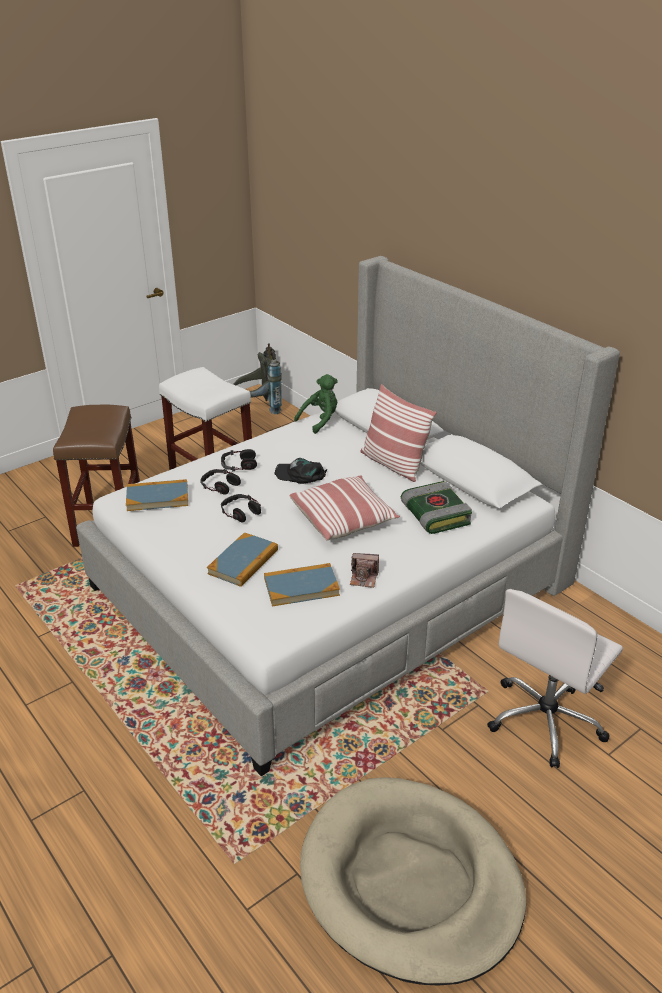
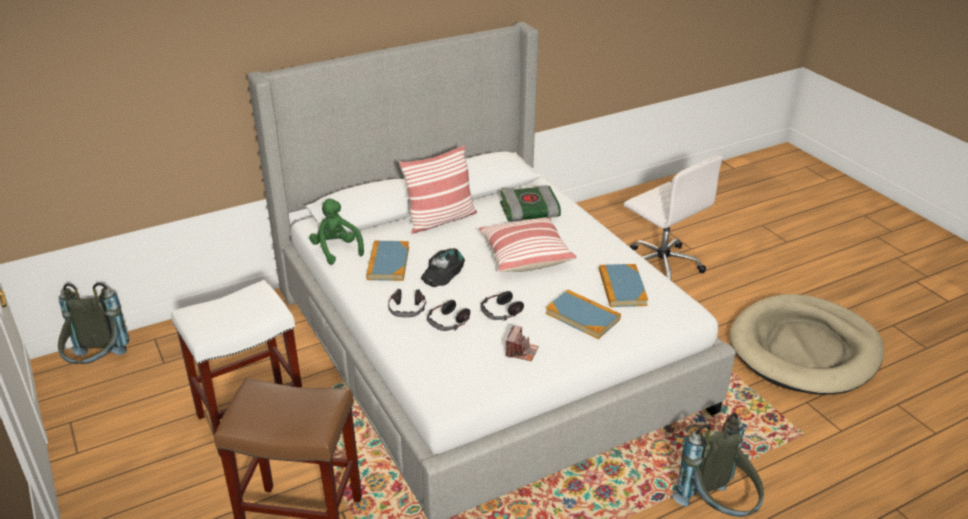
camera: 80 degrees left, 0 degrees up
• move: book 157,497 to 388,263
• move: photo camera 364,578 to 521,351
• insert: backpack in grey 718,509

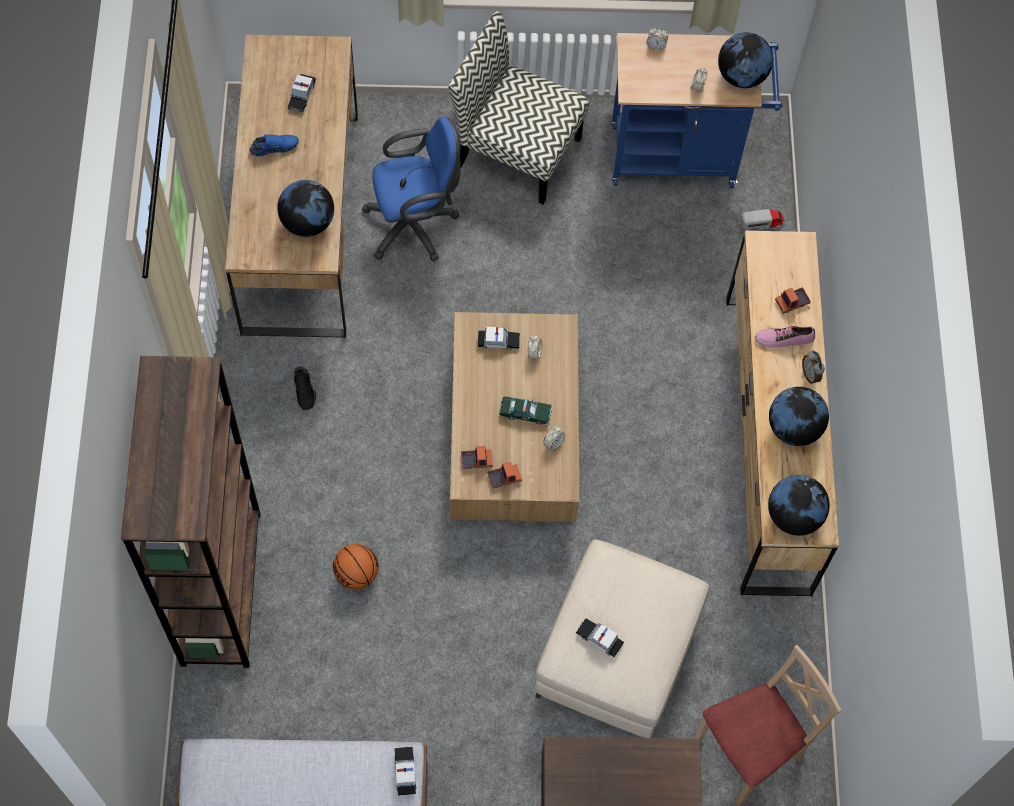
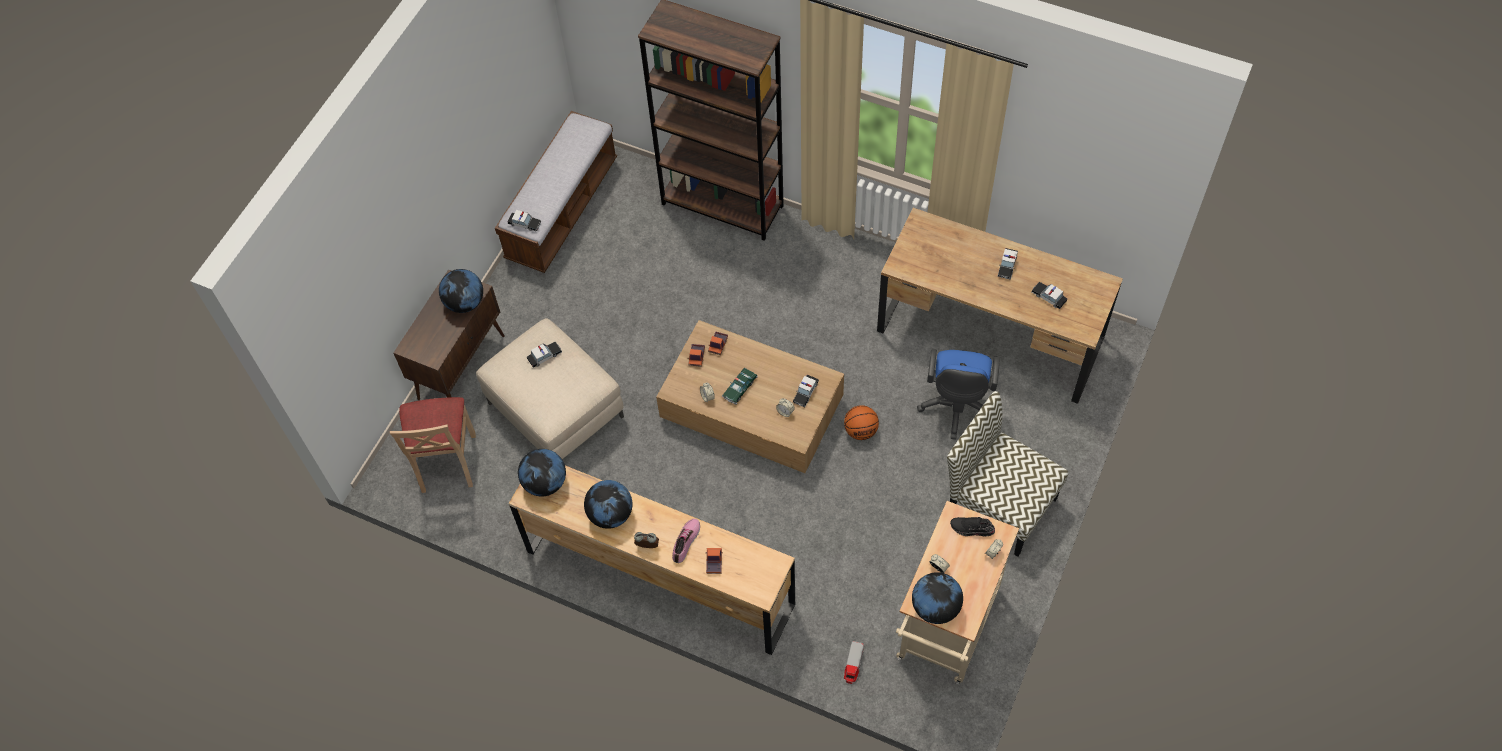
camera: 120 degrees right, 5 degrees down
• replace: shoe in blue 274,147 to toy car 1007,265
• move: globe 308,222 to 465,303
• move: shoe in black 305,390 to 972,529
• move: basketball 356,574 to 860,430
• rotate: chair 516,151 = 998,504 105 degrees counterclockwise
• recolor: cart in blue 681,155 to cart in beige 946,630

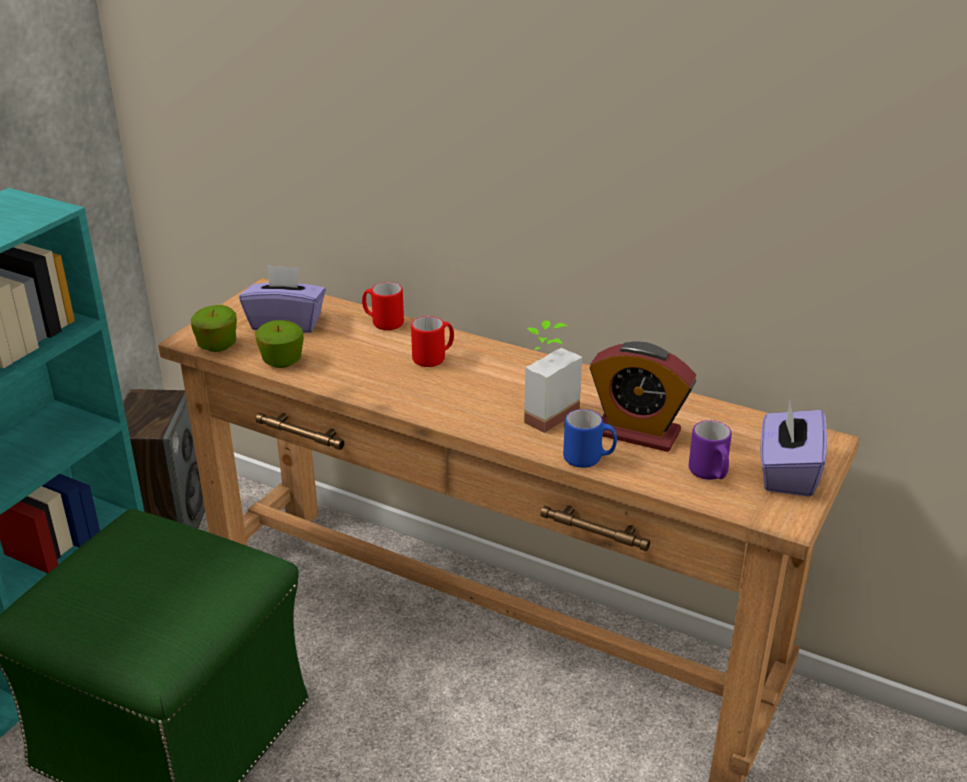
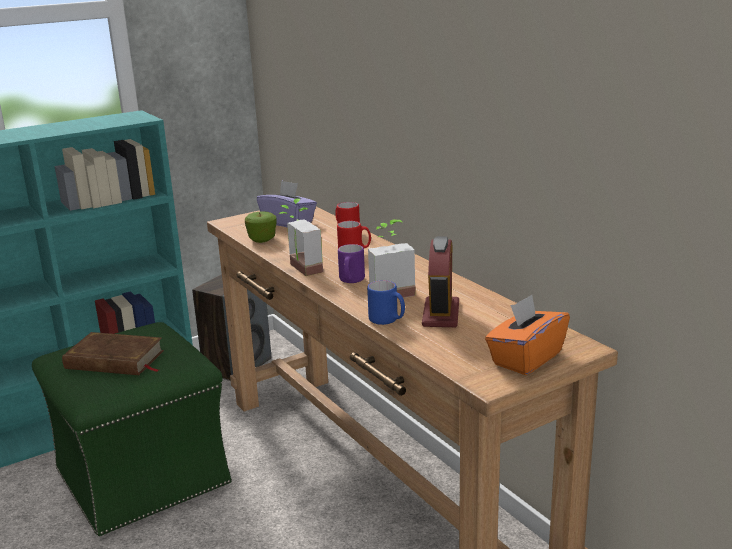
camera: 30 degrees right, 10 degrees down
• delete: apple 217,346
• rotate: alarm clock 637,433 = 441,314 135 degrees counterclockwise
• move: mug in purple 710,475 to 351,281
• recolor: tissue box in purple 787,473 to tissue box in orange 526,358
• insert: book in brown 115,360
• insert: potted plant 299,270

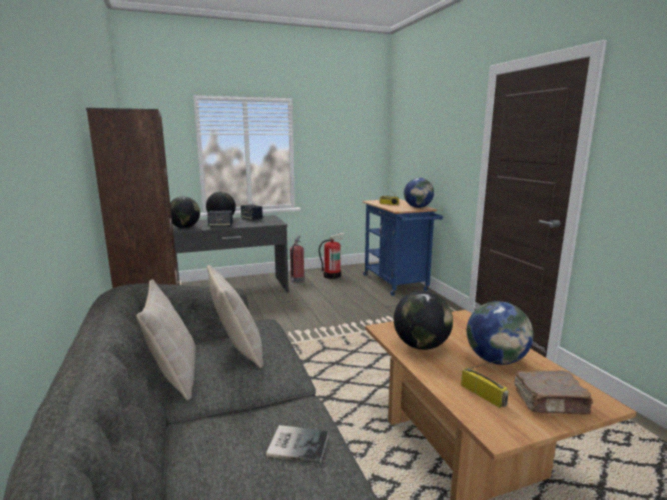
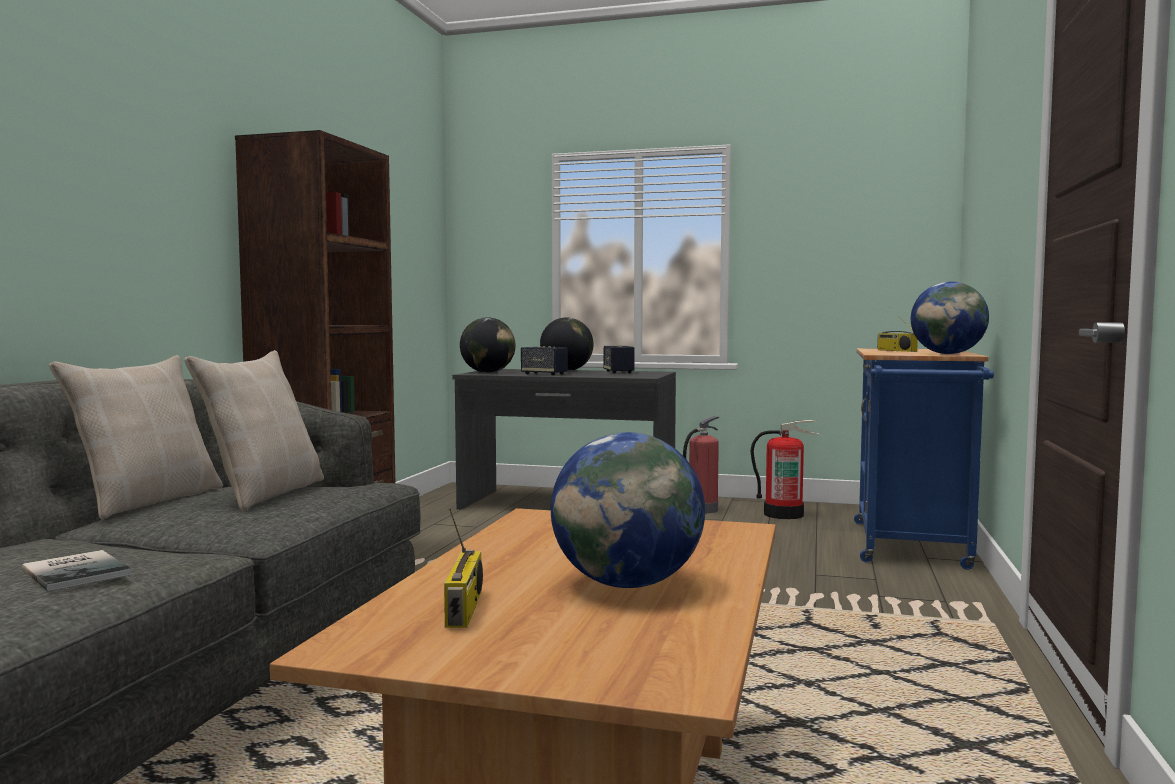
camera: 35 degrees right, 10 degrees down
• delete: globe 421,346
• delete: book in brown 551,403

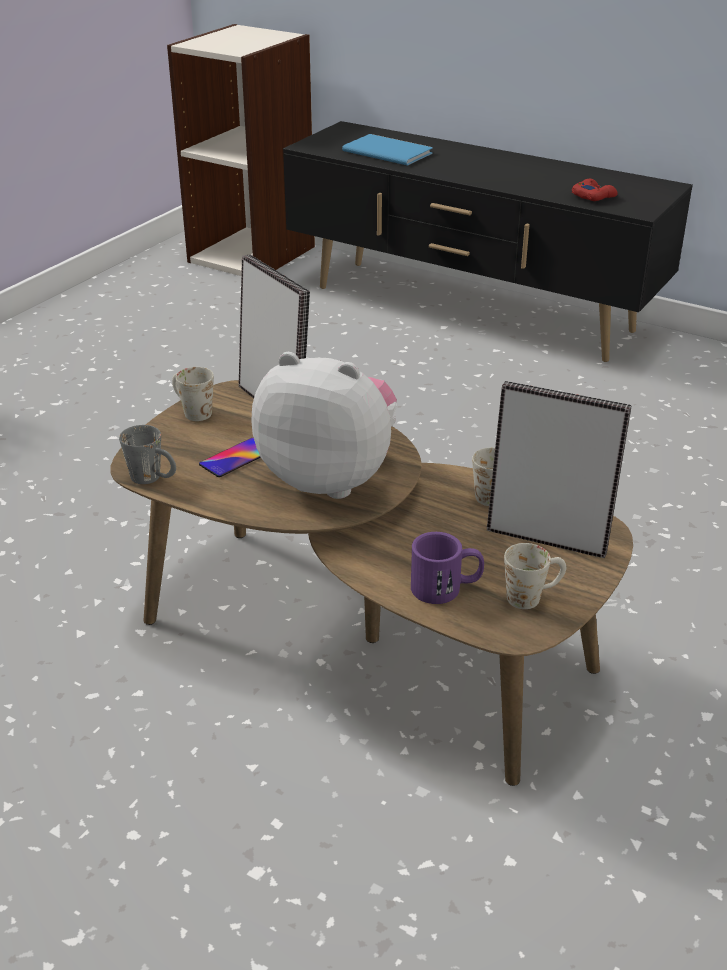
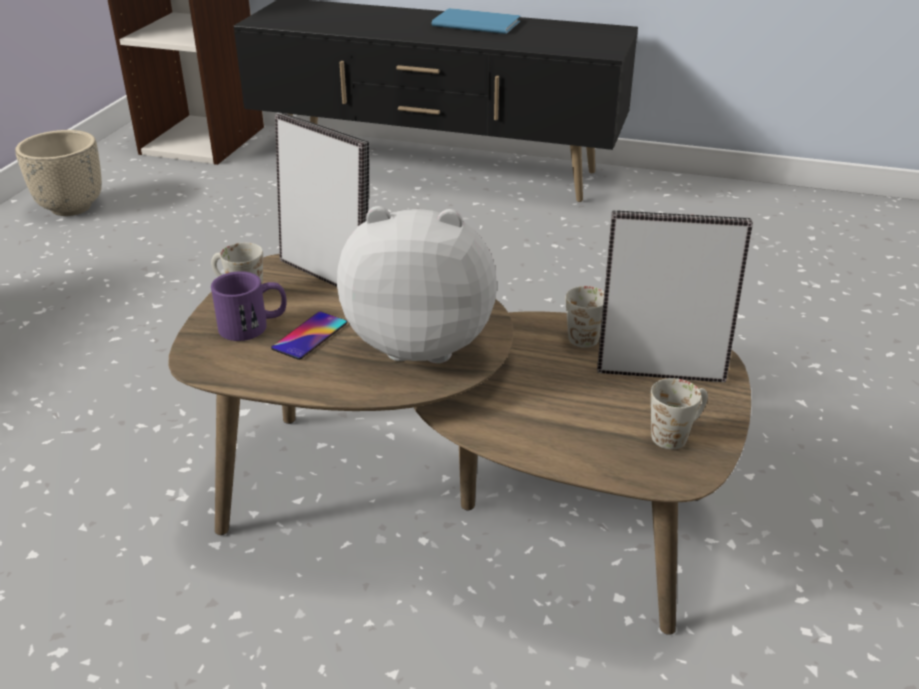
camera: 15 degrees left, 0 degrees up
• delete: mug in grey 153,479
• move: book in blue 387,151 to 475,23
• move: mug in purple 446,588 to 253,326
• delete: game controller in red 593,196
• insert: planter in beige 72,208

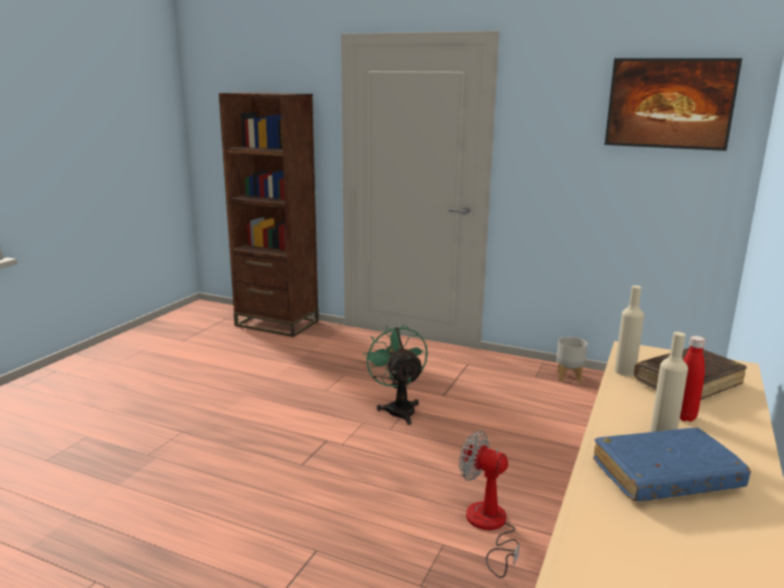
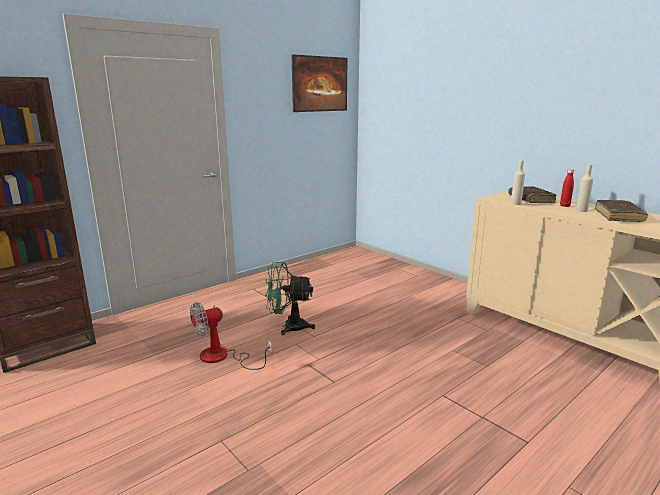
camera: 65 degrees left, 0 degrees up
• move: fan 489,527 to 223,357
• delete: planter in grey 569,377
• recolor: book in blue 665,476 to book in brown 618,216

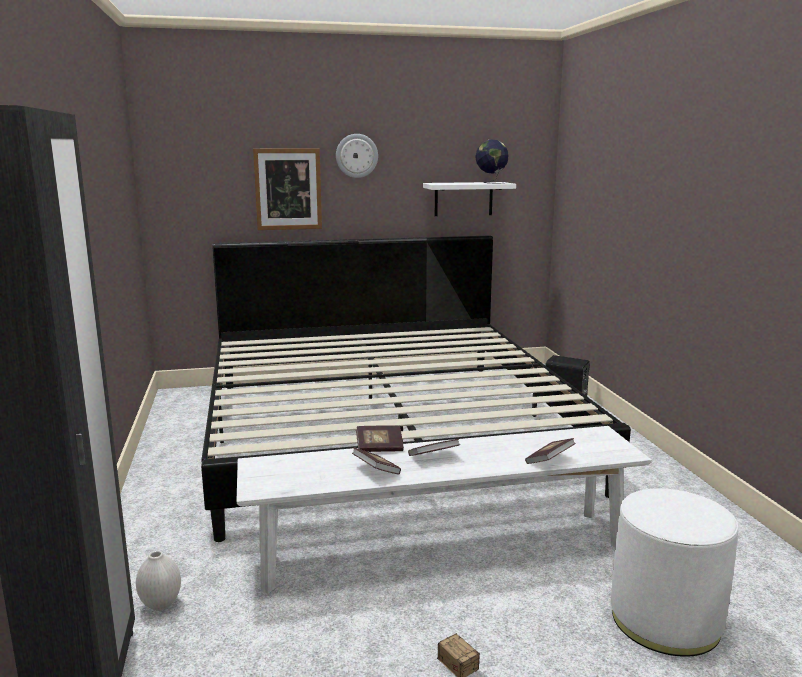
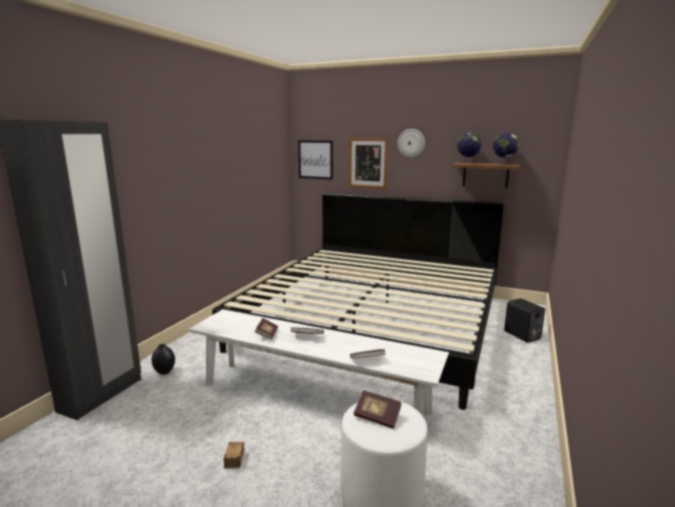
camera: 35 degrees right, 0 degrees up
• recolor: vase in white 160,604 to vase in black 164,371
• move: book 379,448 to 377,417
• recolor: shelf in white 463,199 to shelf in brown 485,175
• insert: picture 315,159
• insert: globe 467,163

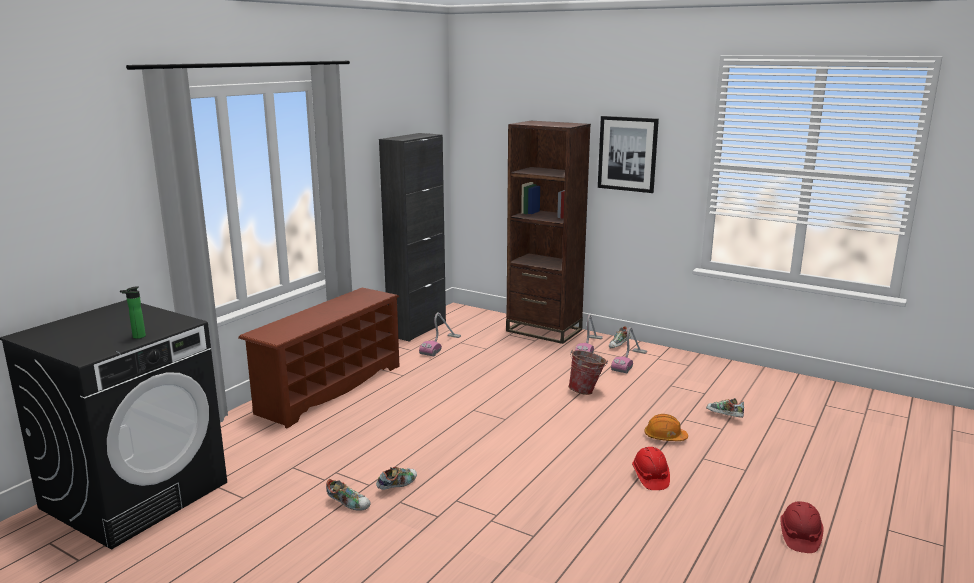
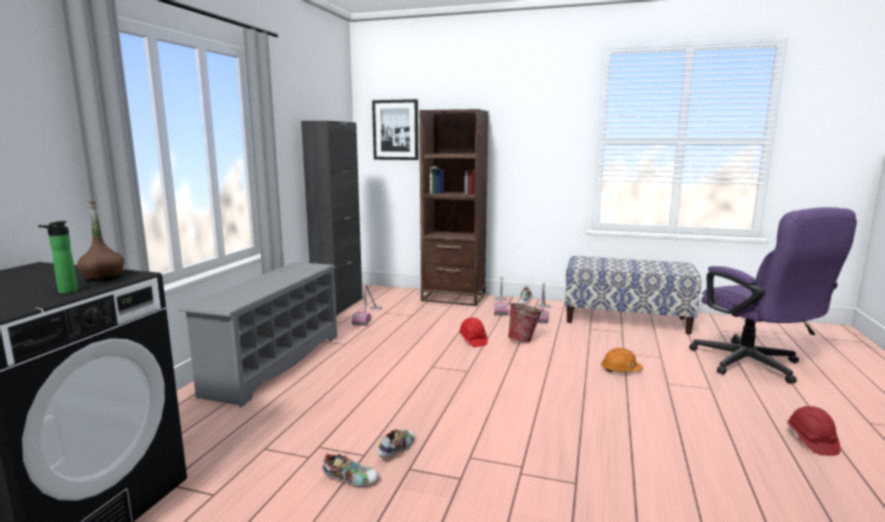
camera: 15 degrees left, 5 degrees down
• recolor: shoe rack in brown 329,388 to shoe rack in grey 274,363
• move: picture 627,154 to 395,130
• move: hard hat in red 650,478 to 472,340
• delete: shoe 724,416
• insert: bottle in brown 103,277
• insert: bench 626,320
• insert: office chair in purple 754,366

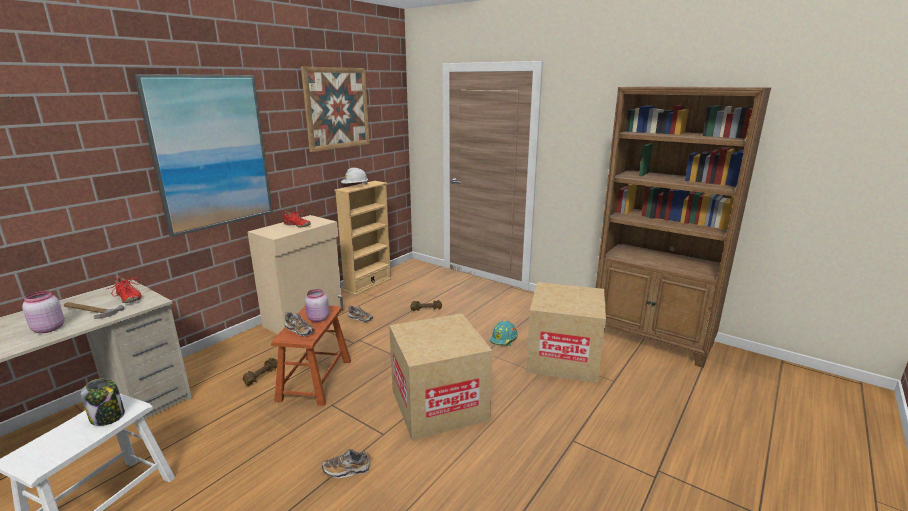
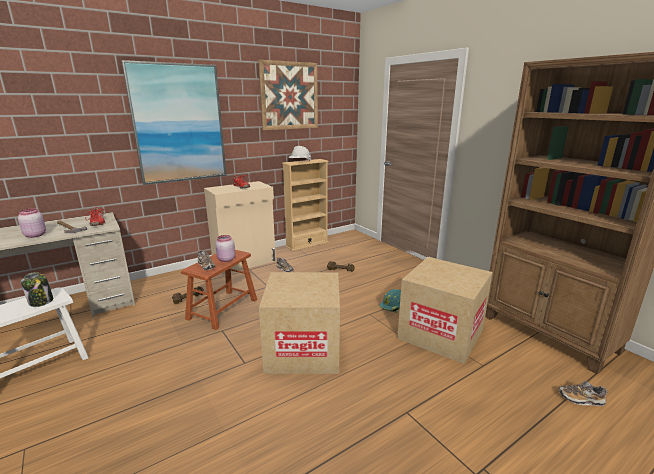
camera: 20 degrees right, 0 degrees up
• move: shoe 346,470 to 581,399

